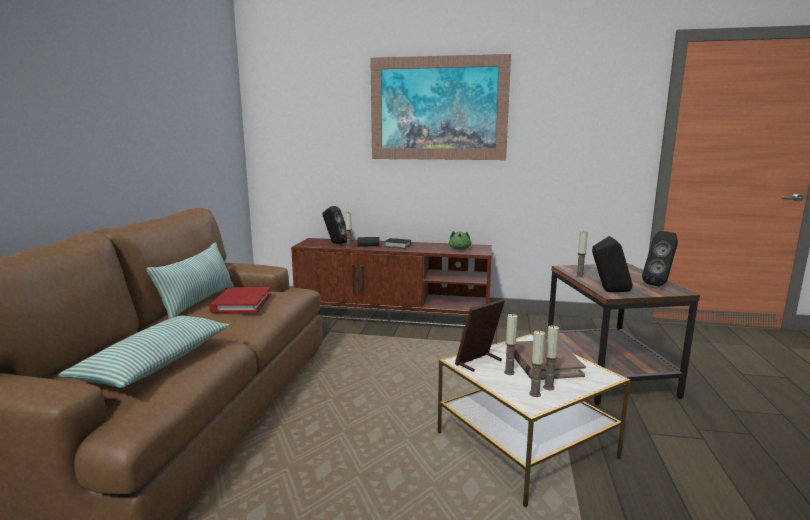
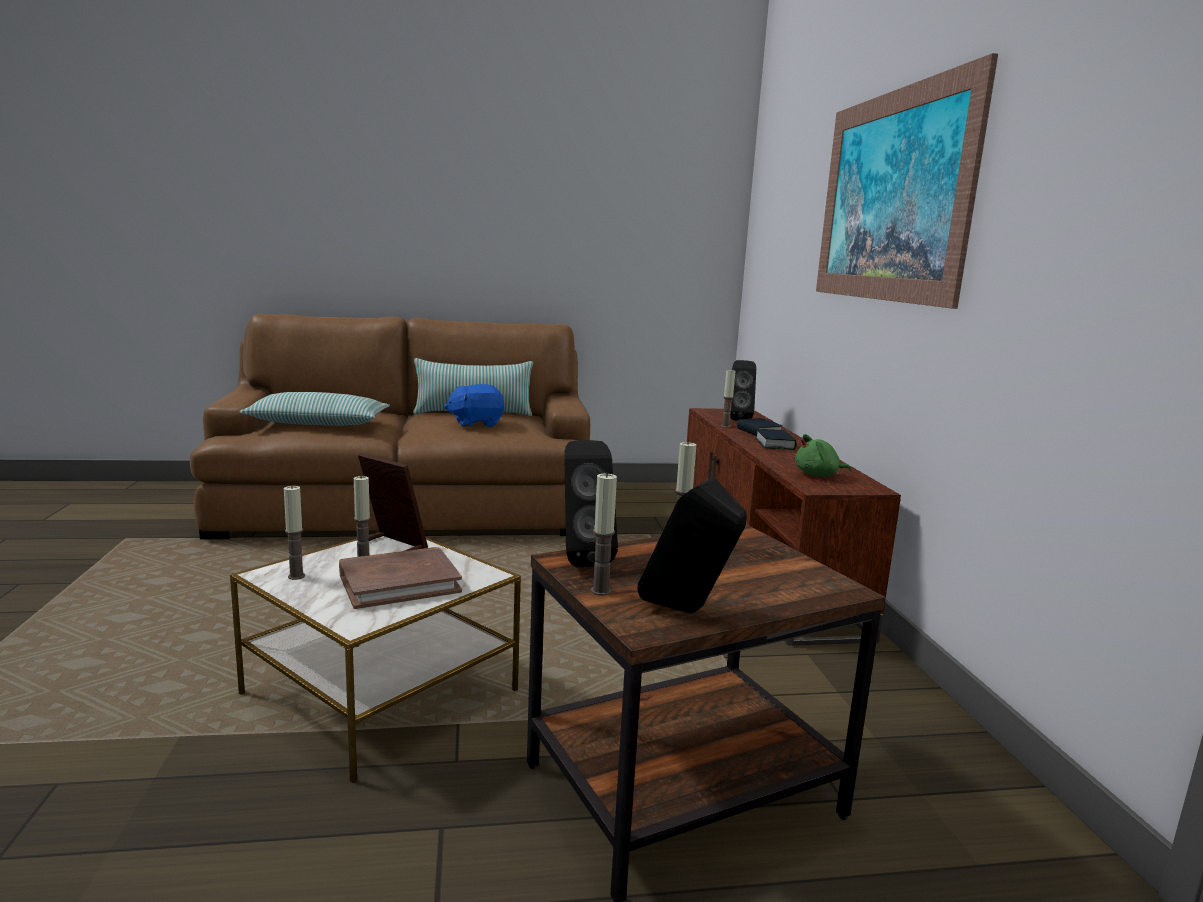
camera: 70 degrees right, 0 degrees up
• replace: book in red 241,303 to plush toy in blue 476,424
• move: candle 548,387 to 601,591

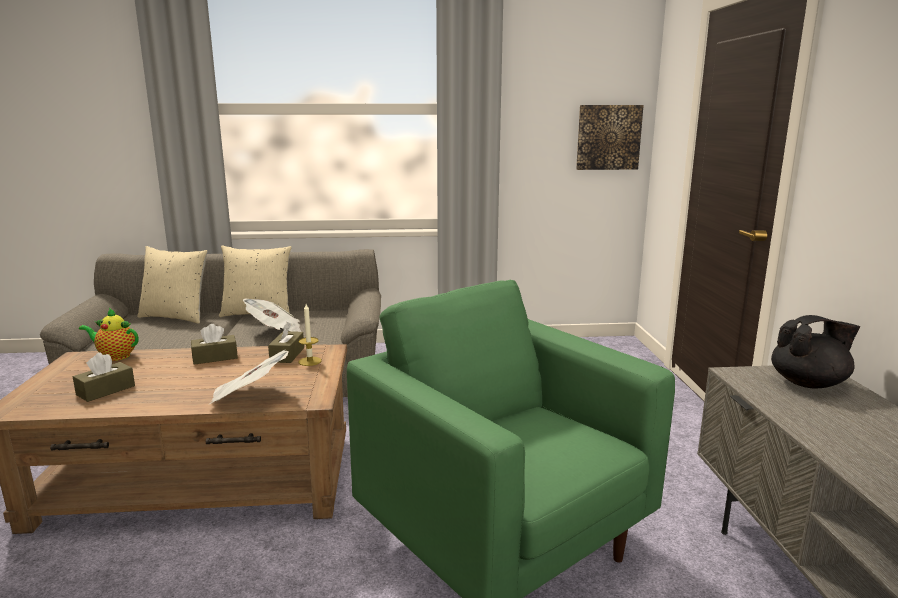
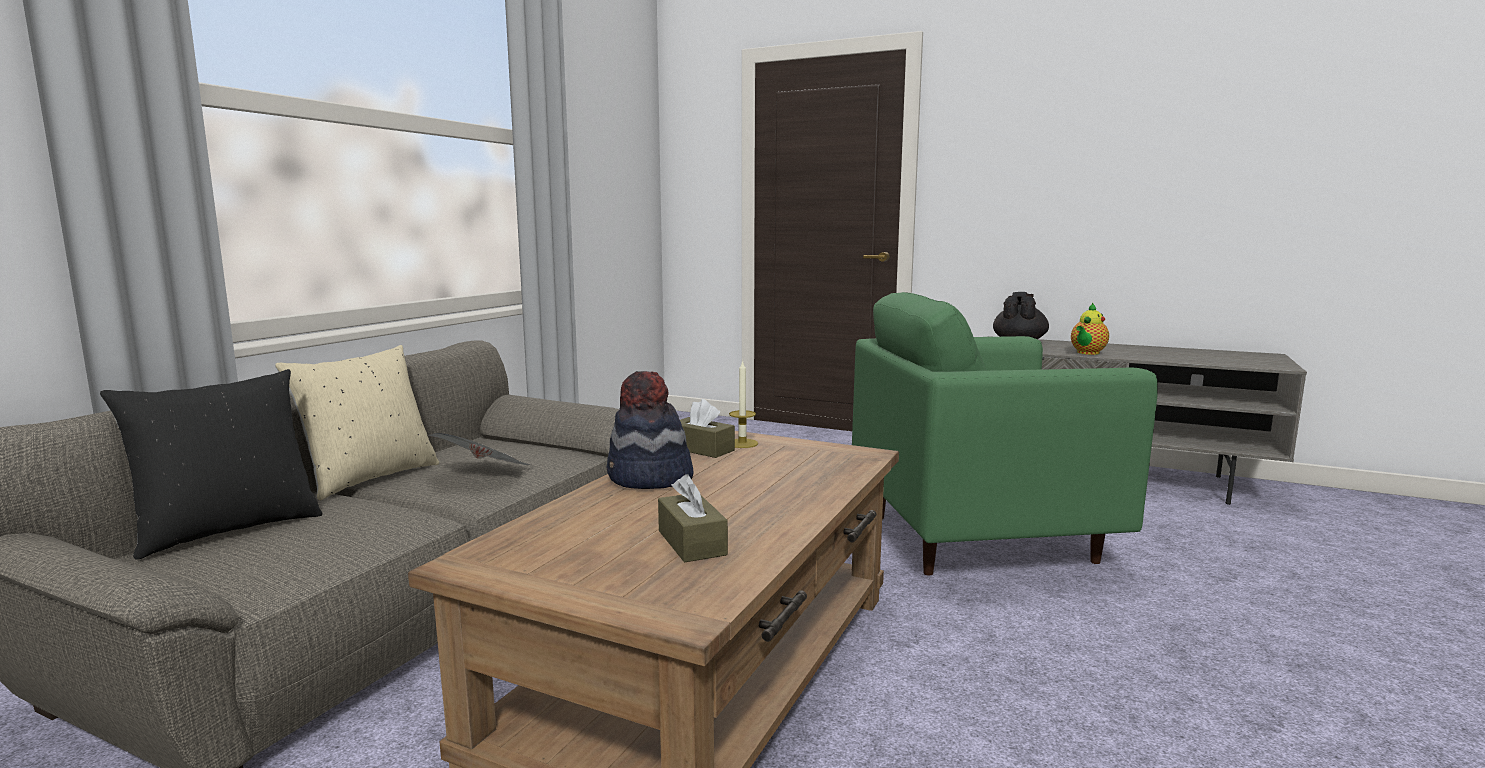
camera: 60 degrees left, 5 degrees down
• move: teapot 115,356 to 1087,353
• recolor: pillow in beige 176,317 to pillow in black 228,529
• replace: tissue box in brown 215,357 to hat 649,479
• delete: newspaper 249,396
• delete: picture 608,137

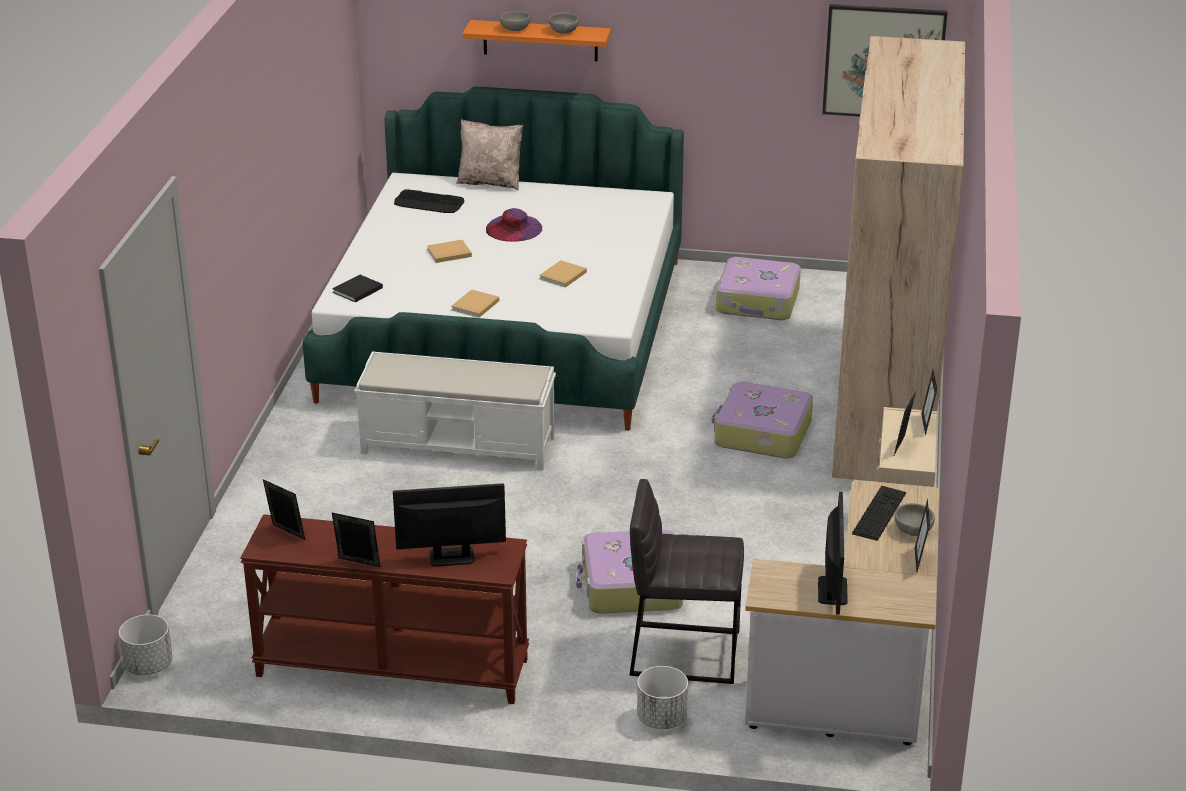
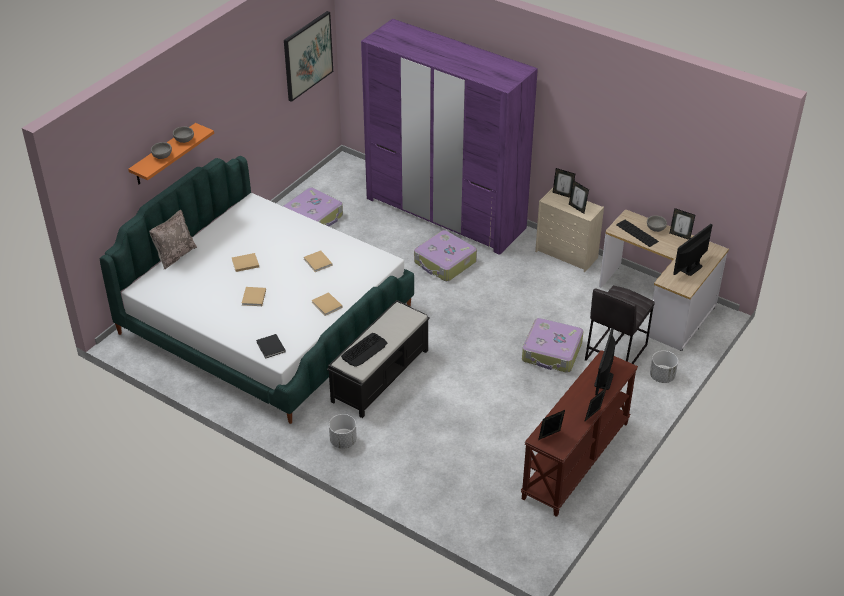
camera: 65 degrees left, 10 degrees up
• move: planter in white 148,665 to 343,441
• recolor: bench in white 460,445 to bench in black 381,375
• move: keyboard 429,203 to 364,350
• replace: hat in purple 514,228 to book in beige 244,263
• rotate: monitor 832,590 = 691,268 75 degrees counterclockwise
• recolor: wardrobe in beige 886,403 to wardrobe in purple 445,213

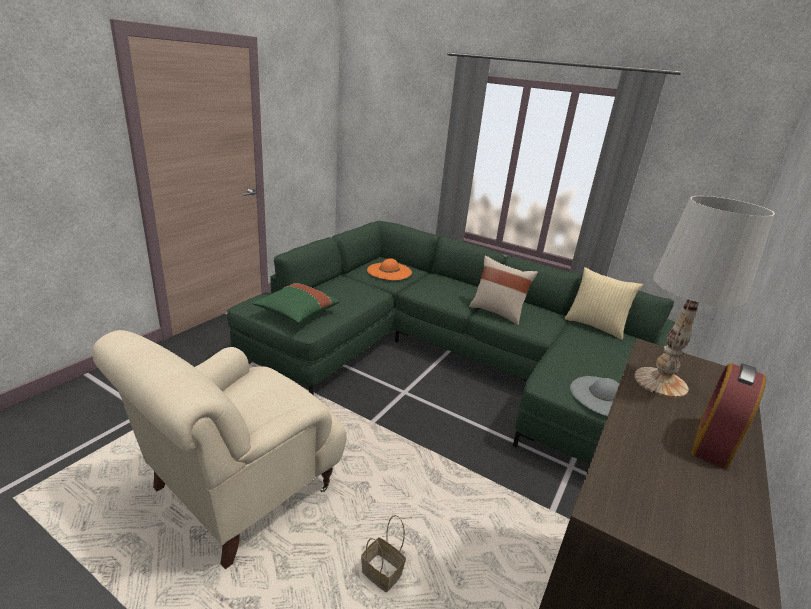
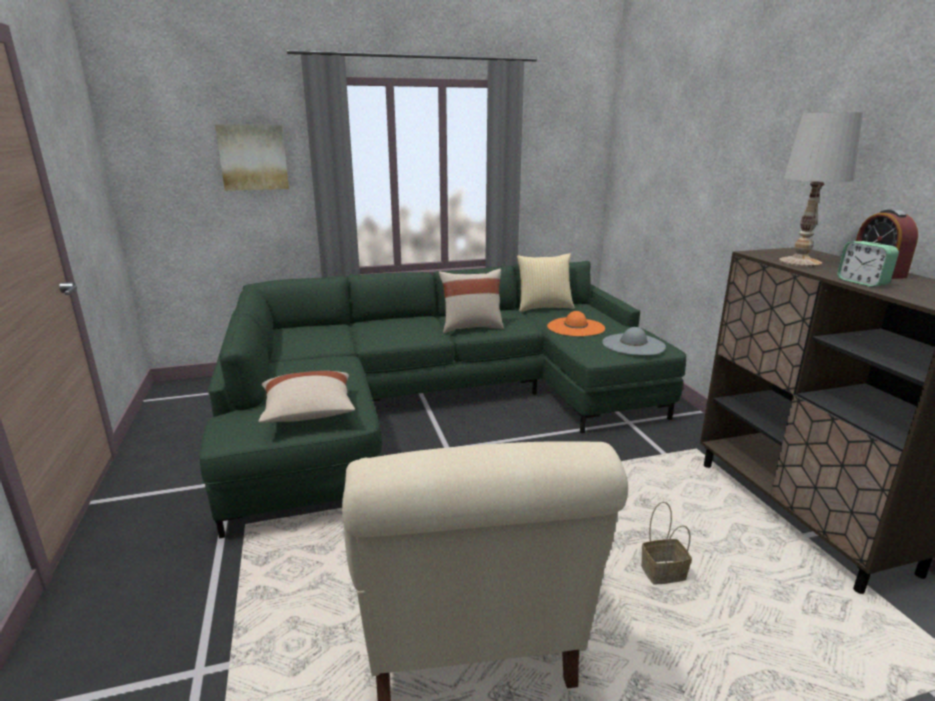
camera: 45 degrees left, 5 degrees down
• recolor: pillow in green 296,313 to pillow in beige 308,413
• move: hat in orange 389,271 to 575,327
• insert: picture 253,157
• insert: alarm clock 862,282

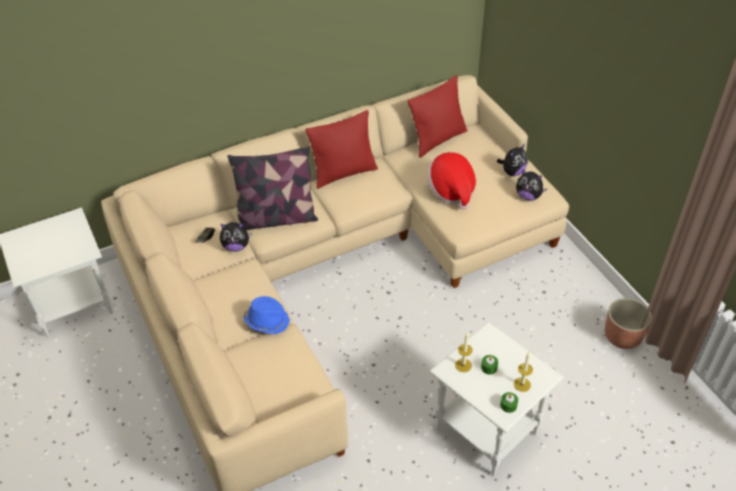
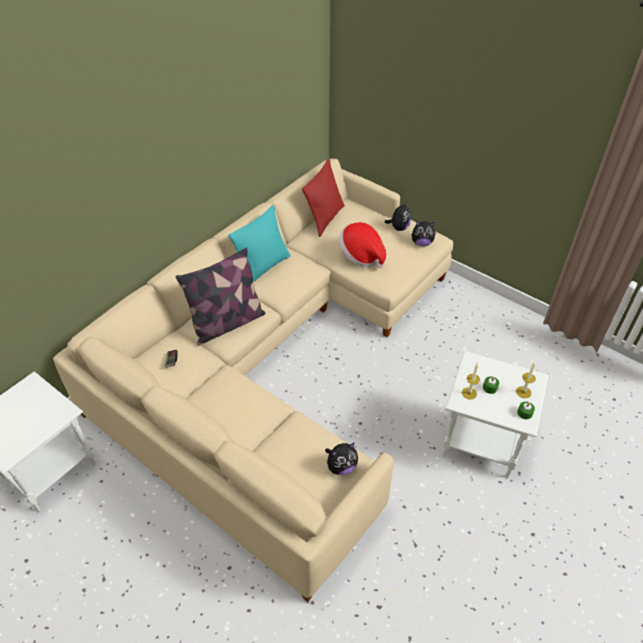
camera: 25 degrees left, 0 degrees up
• move: plush toy 236,246 to 341,467
• delete: hat in blue 267,320
• recolor: pillow in red 344,173 to pillow in turquoise 263,267
• delete: planter 623,337

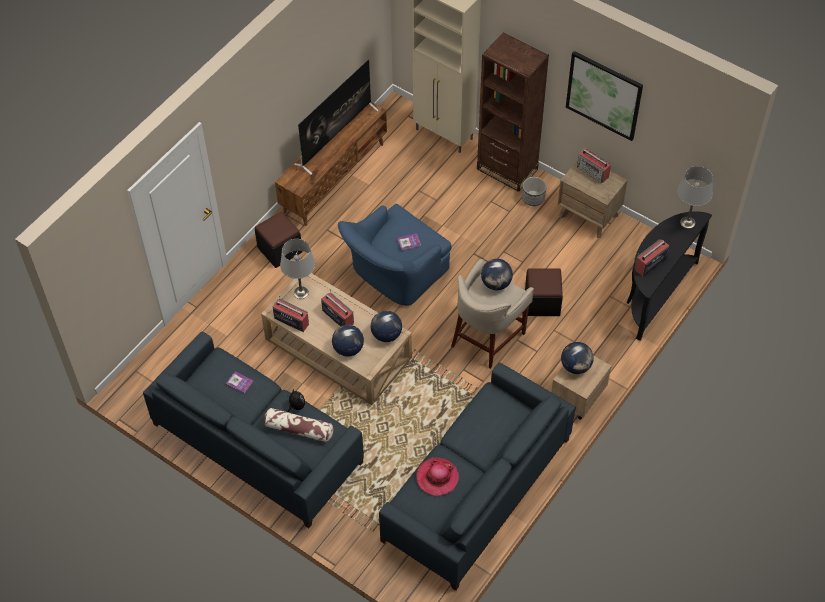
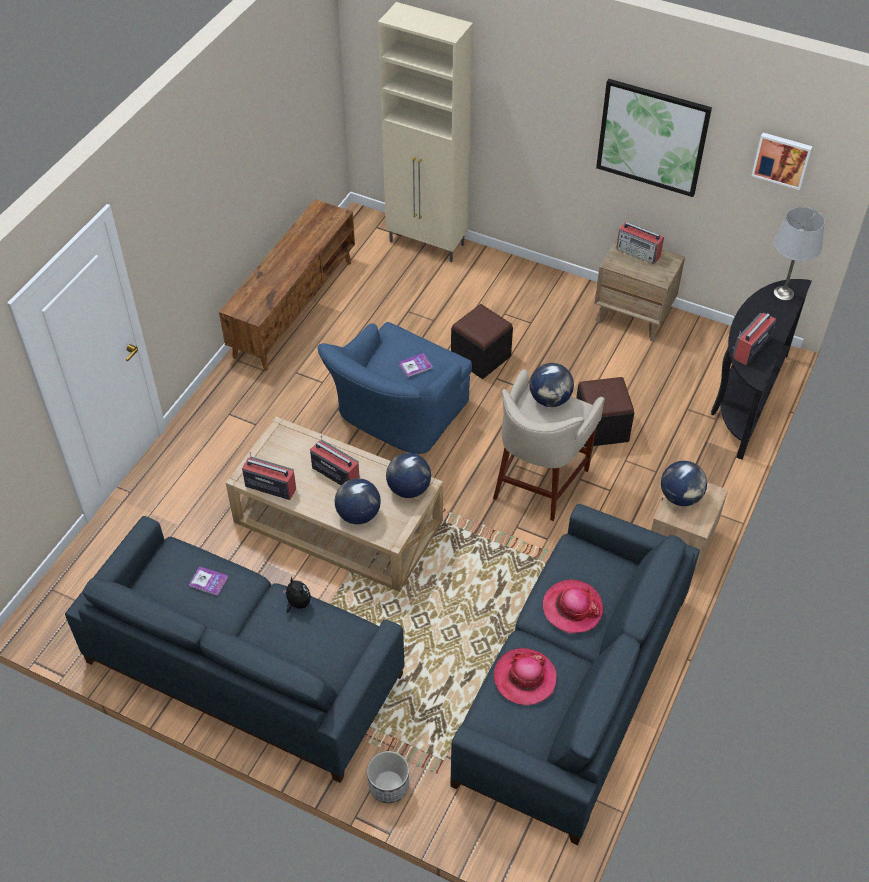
camera: 10 degrees left, 5 degrees down
• move: ottoman in black 280,250 to 480,357
• delete: pillow 299,429
• delete: table lamp in grey 301,292
• delete: television 336,136
• delete: bookcase in brown 507,169
• move: planter 533,198 to 388,786
• insert: hat 572,608
• insert: picture 782,159

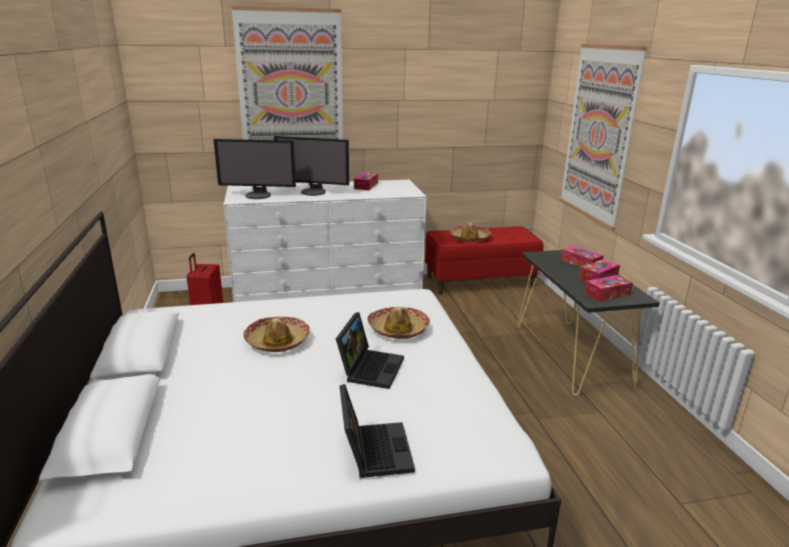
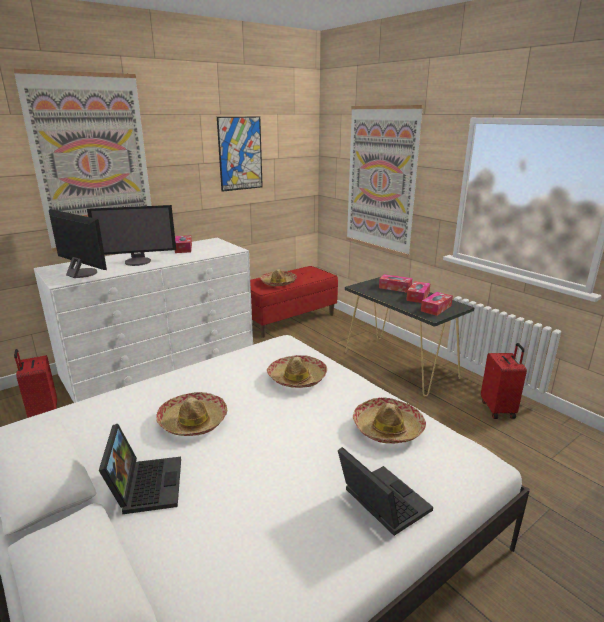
camera: 25 degrees left, 0 degrees up
• rotate: monitor 258,195 = 82,273 120 degrees counterclockwise
• move: laptop 370,367 to 145,484
• insert: picture 240,153
• insert: hat 388,428
• insert: suitcase in red 498,409

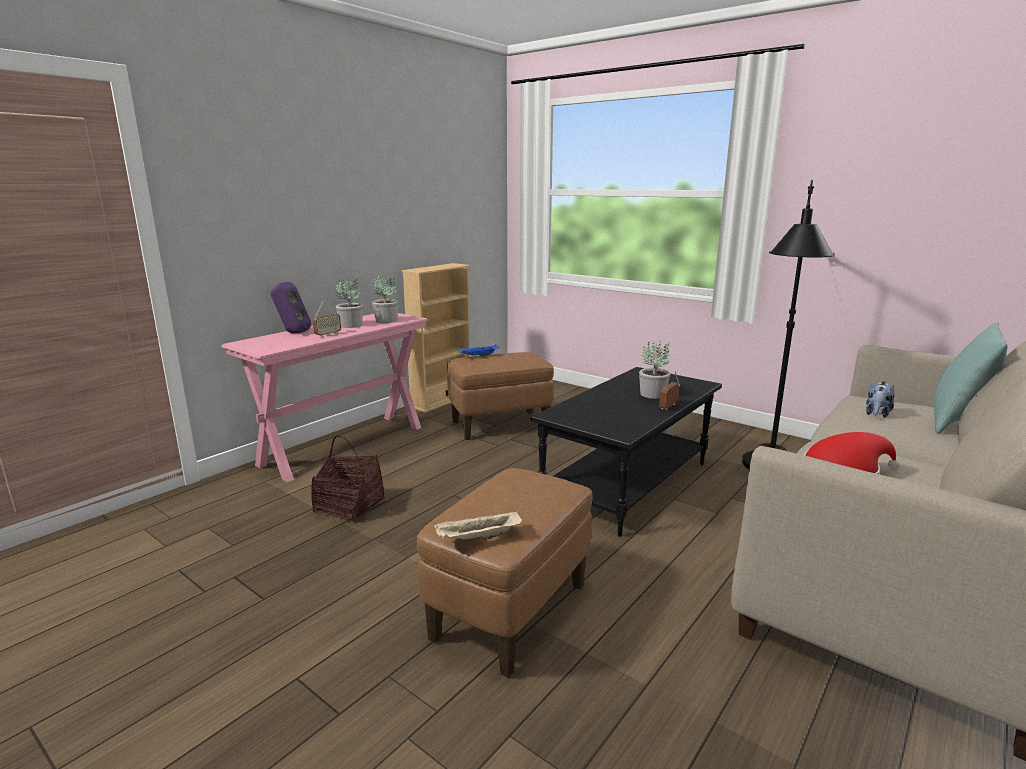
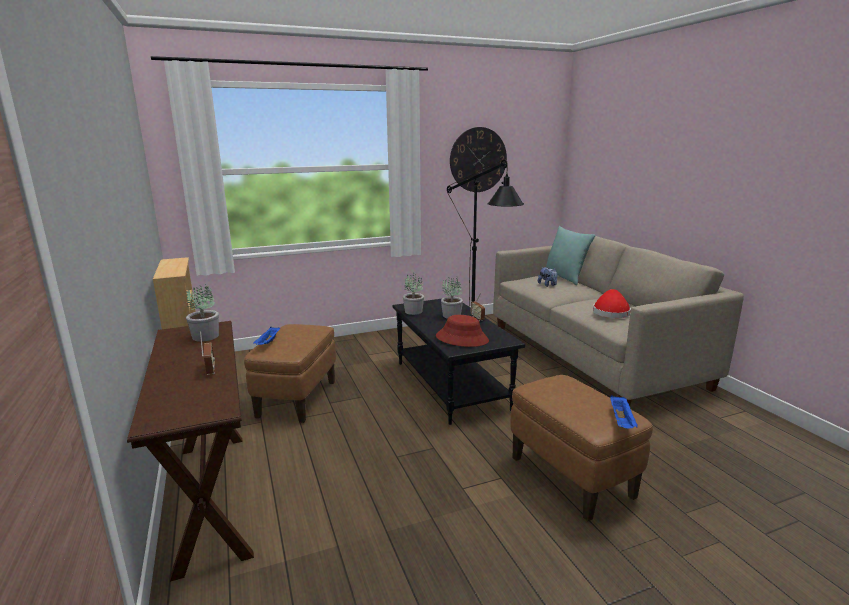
camera: 60 degrees left, 0 degrees up
• recolor: console table in pink 344,445 to console table in brown 213,495
• delete: speaker in purple 291,332
• delete: basket 349,506
• move: potted plant 351,325 to 413,311
• recolor: tray in beige 478,538 to tray in blue 621,421
• insert: hat in red 462,338
• insert: wall clock 478,160

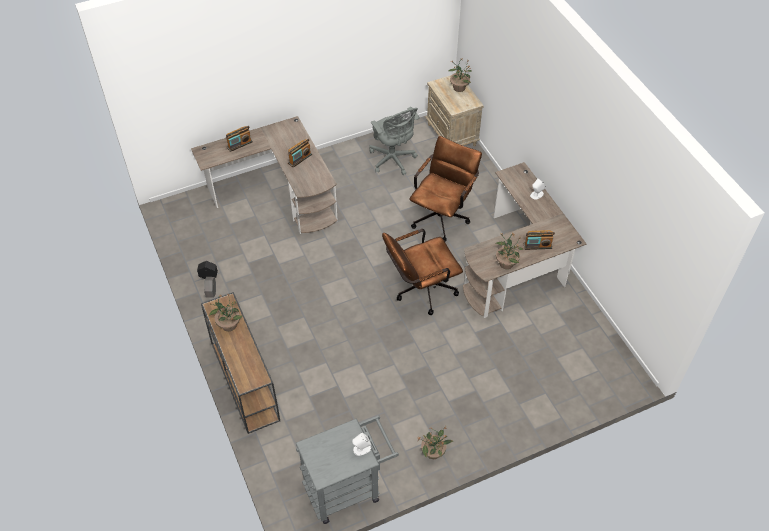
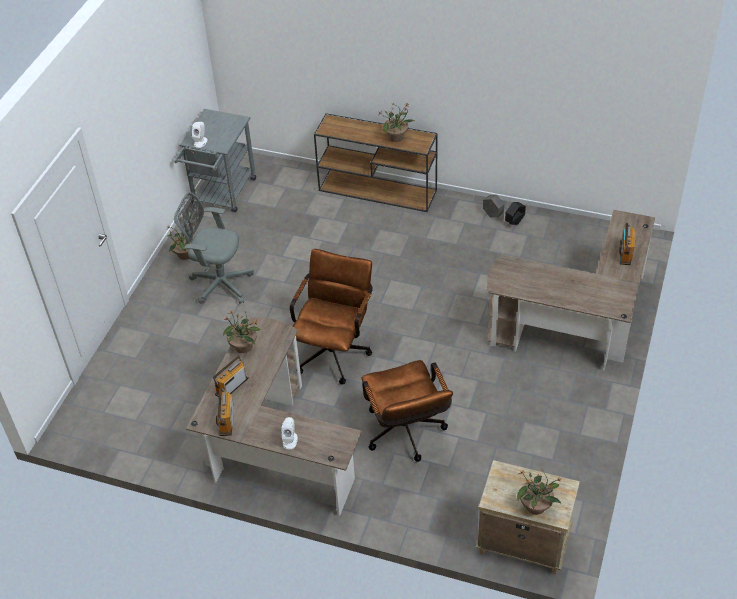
camera: 135 degrees right, 5 degrees down
• move: radio 300,159 to 226,420
• move: office chair in grey 393,160 to 219,283

